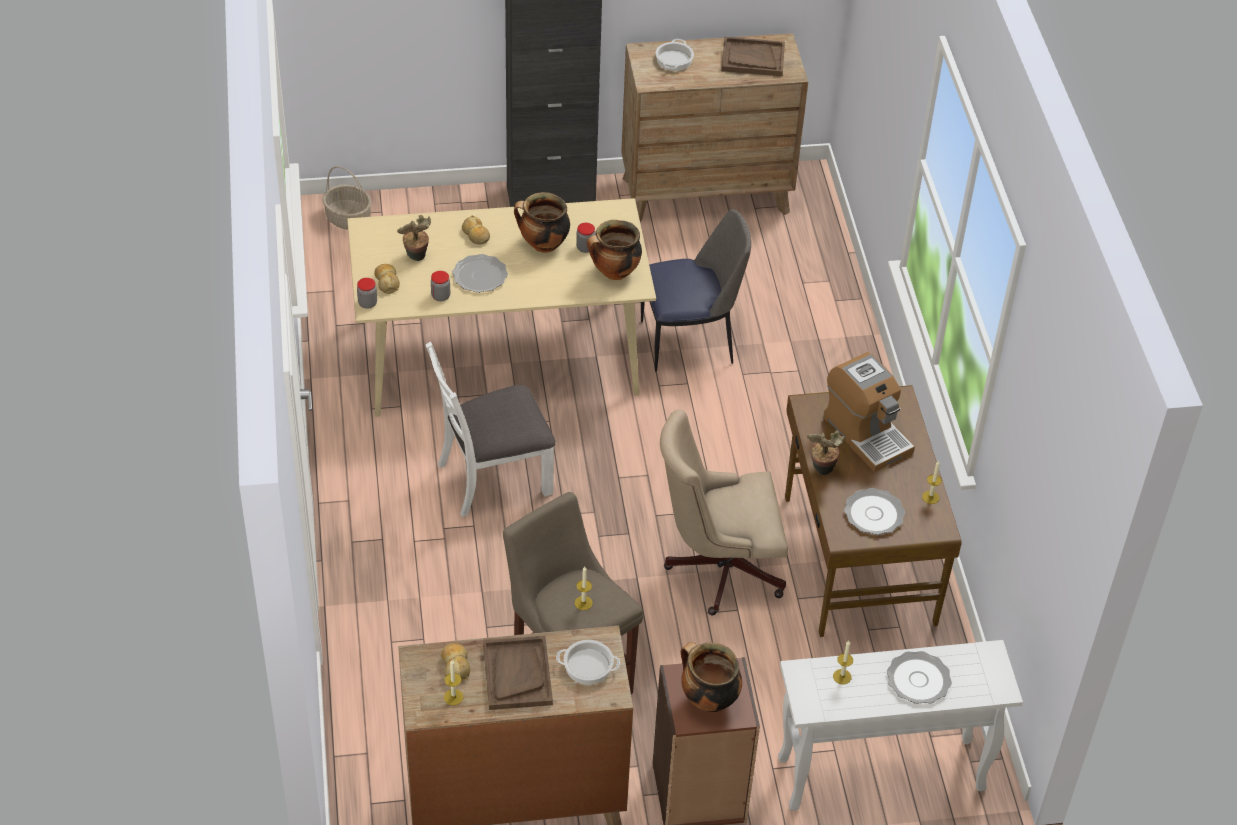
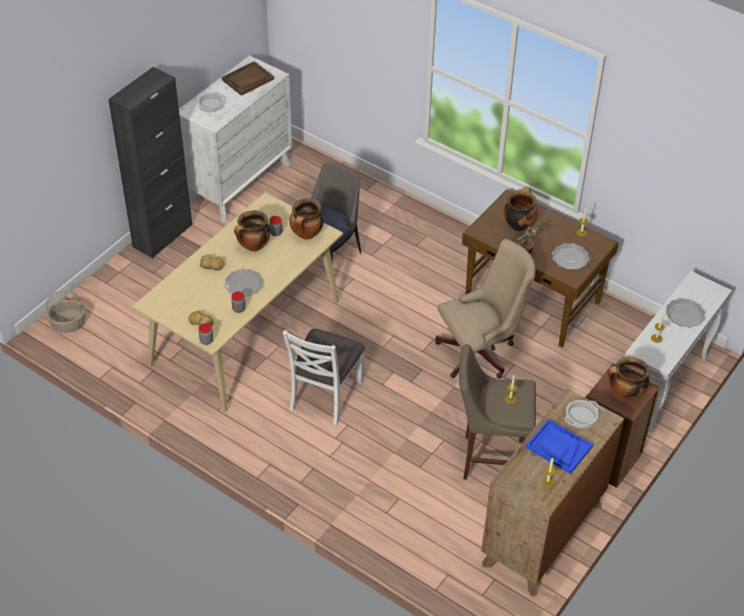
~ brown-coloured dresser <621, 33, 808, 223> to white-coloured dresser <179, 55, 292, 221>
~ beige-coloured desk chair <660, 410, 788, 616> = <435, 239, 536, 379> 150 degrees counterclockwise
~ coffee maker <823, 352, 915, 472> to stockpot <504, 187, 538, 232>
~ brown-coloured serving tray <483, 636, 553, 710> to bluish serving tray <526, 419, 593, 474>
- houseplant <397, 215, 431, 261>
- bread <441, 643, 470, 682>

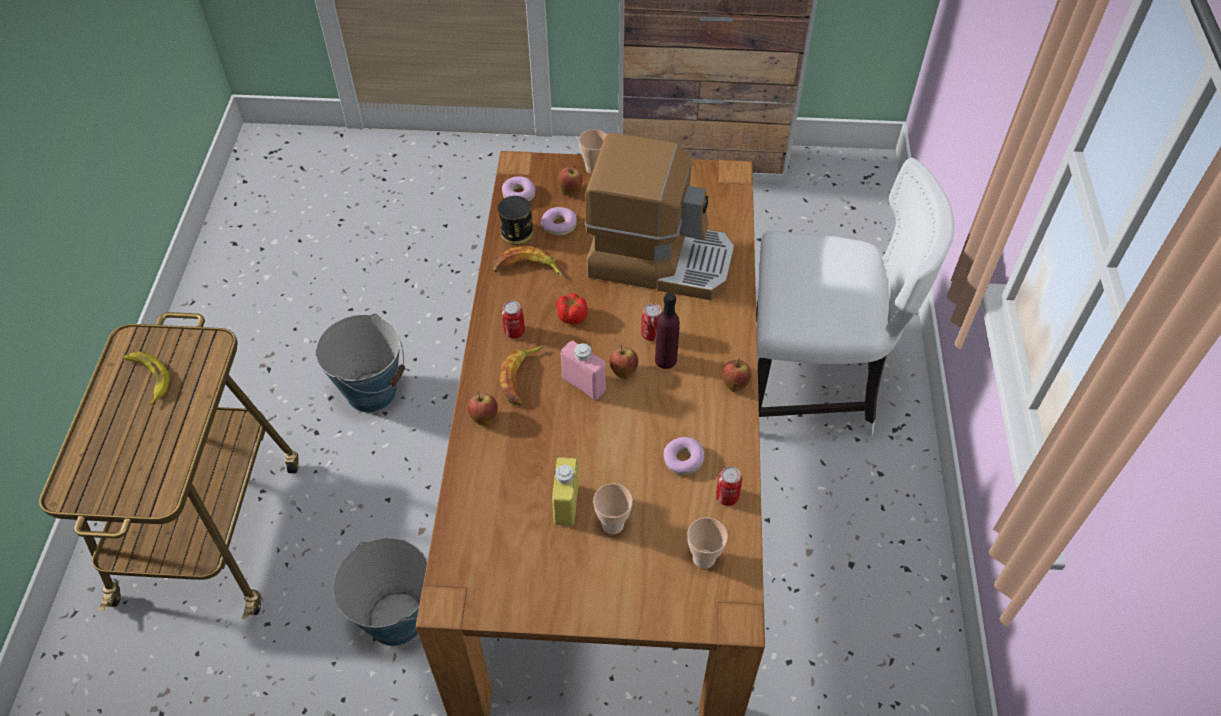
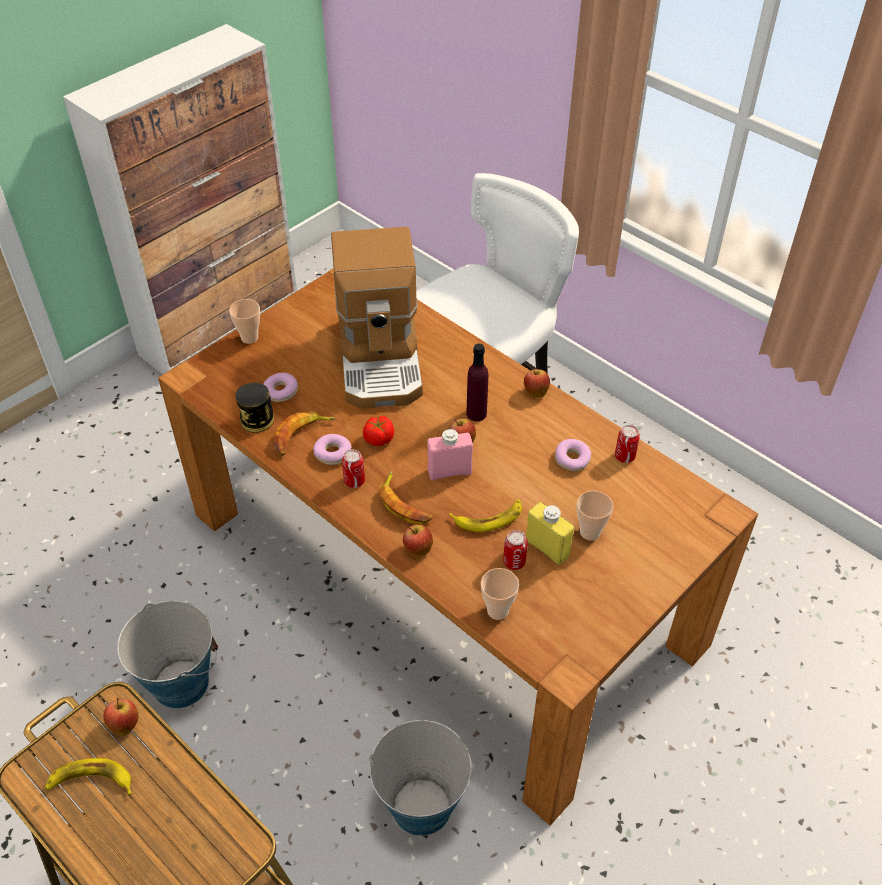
~ apple <557, 166, 583, 195> to <104, 698, 139, 736>
~ doughnut <502, 176, 535, 202> to <313, 434, 351, 465>
~ coffee maker <585, 133, 735, 300> = <331, 227, 423, 409> 120 degrees clockwise
+ banana fruit <449, 499, 522, 532>
~ small cup <687, 518, 728, 569> to <481, 568, 519, 620>
~ metal can <641, 303, 663, 341> to <503, 530, 528, 570>

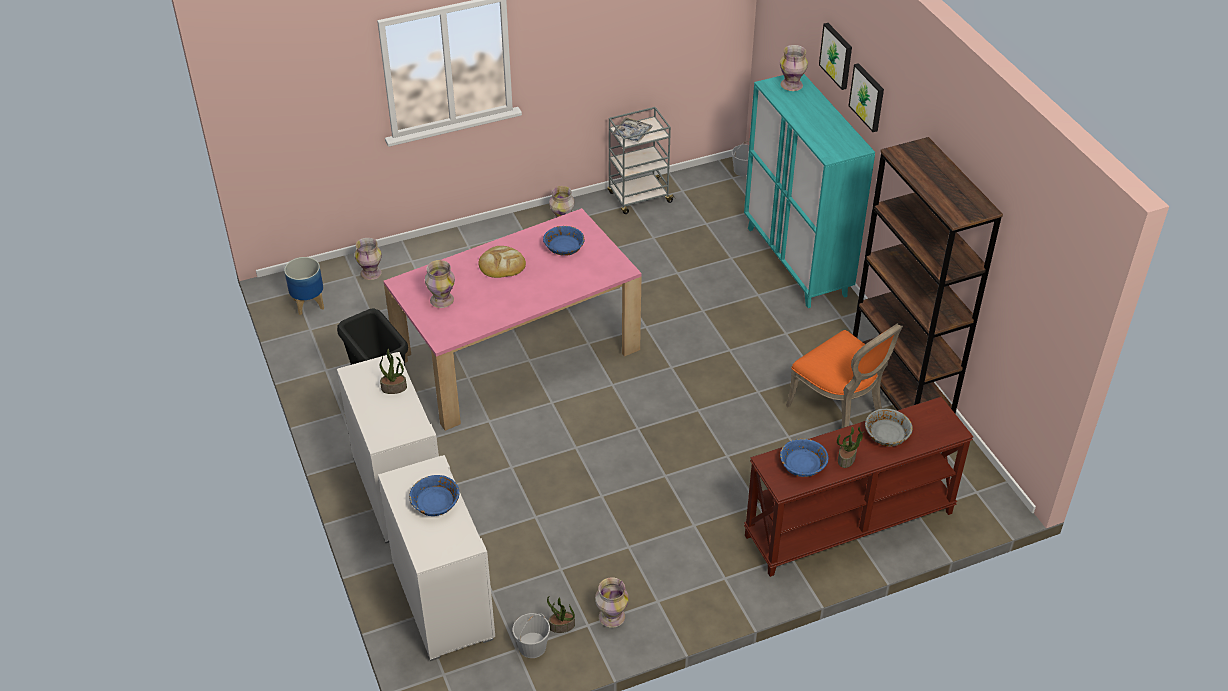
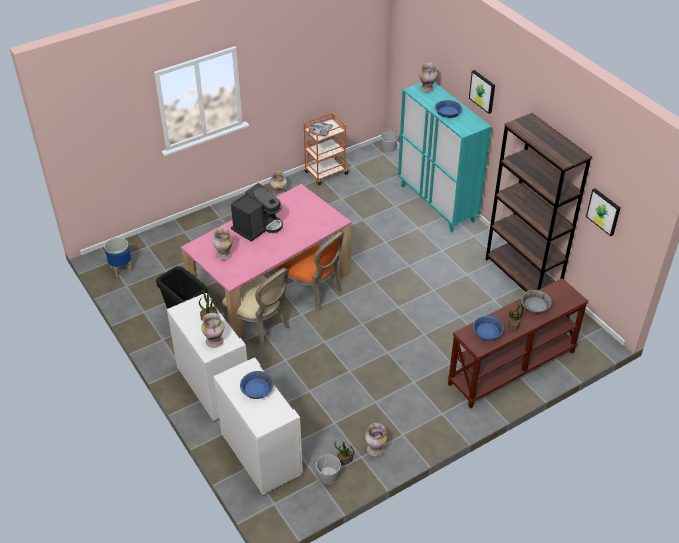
~ decorative vase <355, 238, 382, 280> to <201, 313, 224, 348>
+ beige-coloured chair <222, 268, 290, 349>
~ bread <478, 246, 526, 278> to coffee maker <231, 183, 283, 242>
~ orange chair <786, 323, 903, 428> to <278, 231, 344, 312>
~ grey wheeled cart <607, 107, 676, 214> to orange wheeled cart <304, 113, 349, 185>
~ bluish deep dish <543, 226, 585, 256> to <435, 100, 462, 118>
~ wall picture <819, 23, 852, 90> to <586, 189, 621, 236>

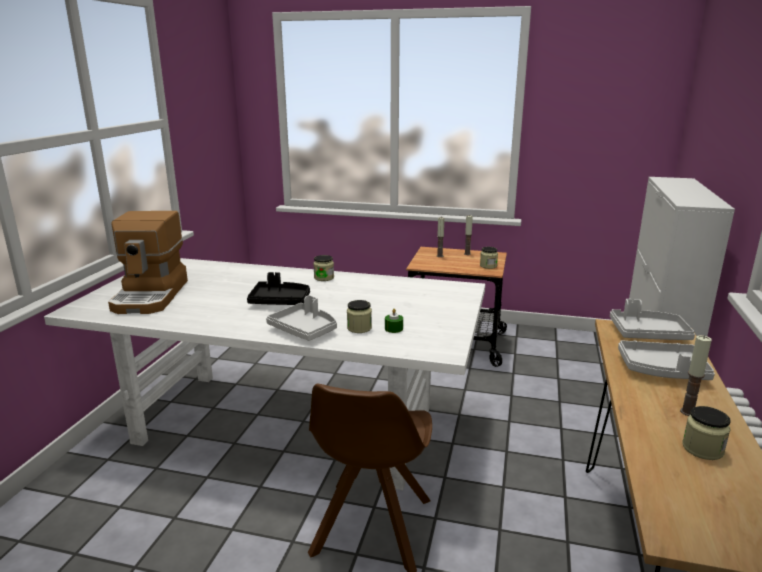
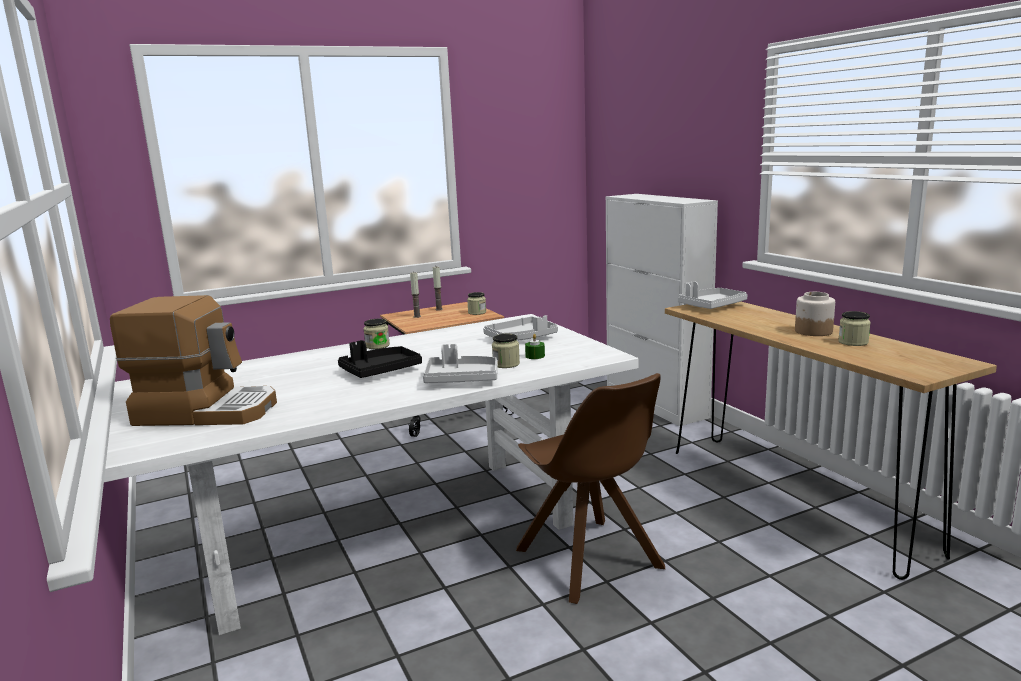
~ coffee maker <108, 211, 188, 314> = <110, 295, 277, 426> 45 degrees counterclockwise
~ grey serving tray <618, 340, 715, 380> to <483, 315, 558, 341>
~ wax candle <680, 335, 712, 416> to storage jar <795, 292, 835, 336>

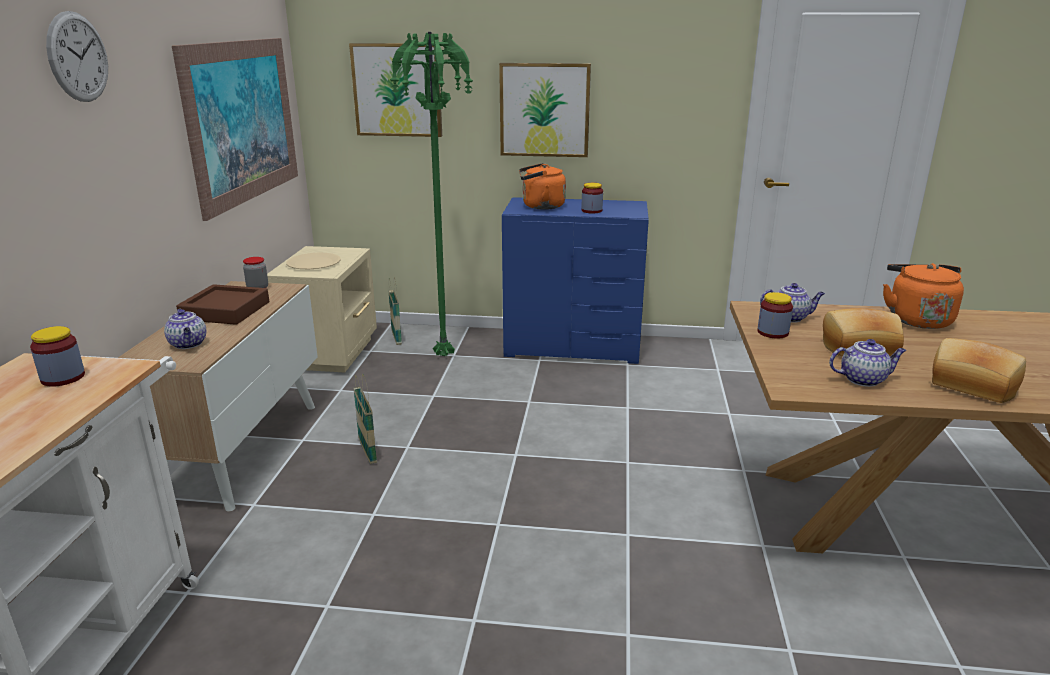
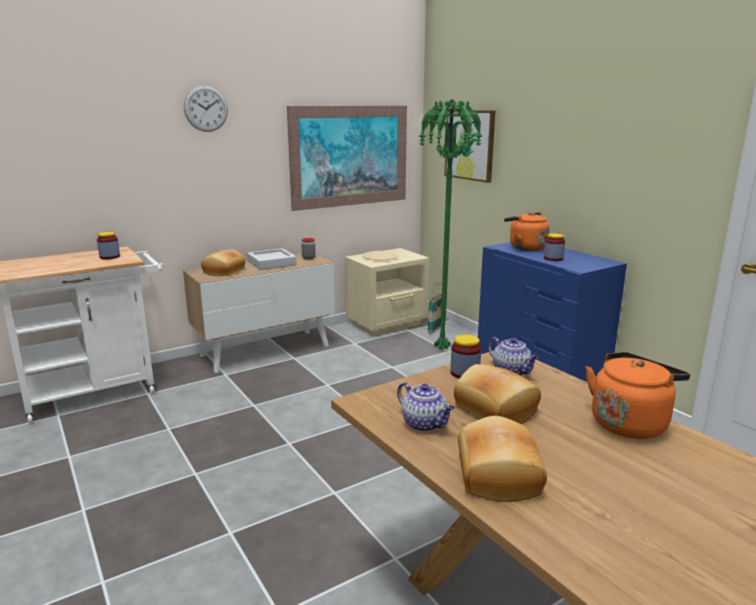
~ pot for tea <164, 309, 206, 349> to bread <201, 249, 245, 276>
~ brown-coloured serving tray <176, 284, 269, 325> to grey serving tray <247, 248, 296, 270>
- household basket <353, 374, 377, 464>
- wall picture <499, 63, 591, 157>

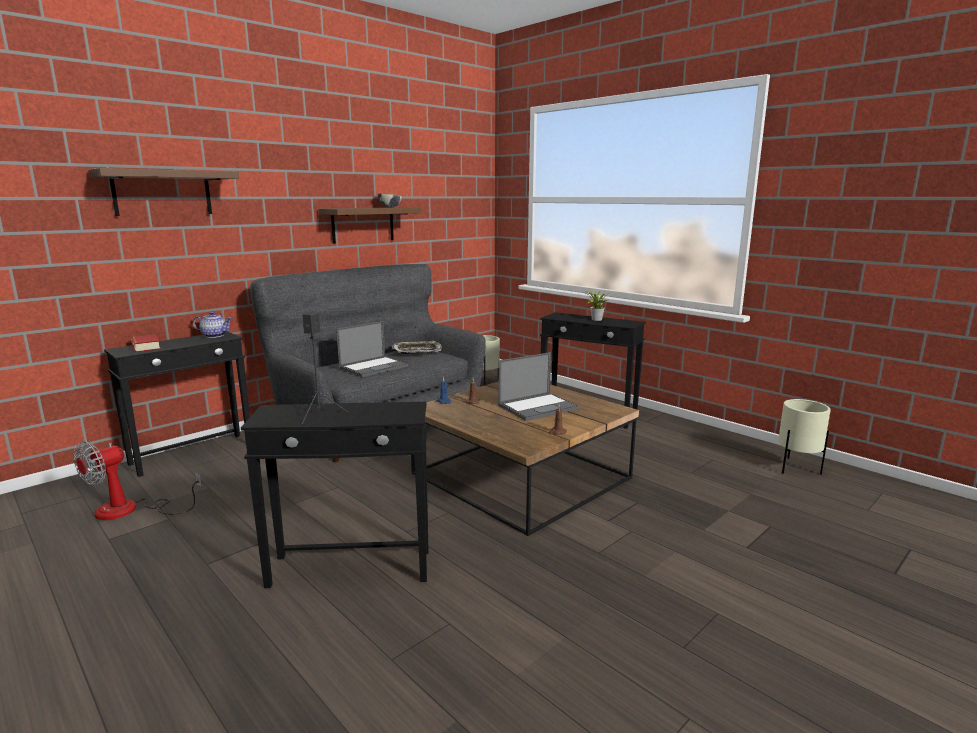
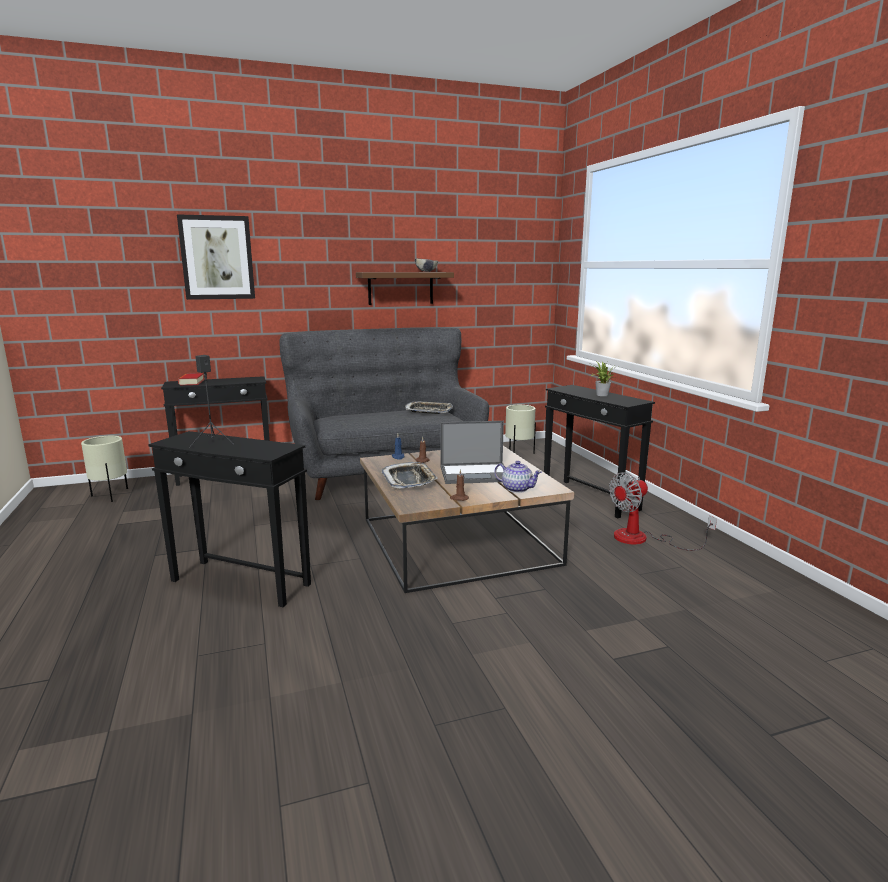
~ beige-coloured plant pot <778, 399, 831, 475> to <81, 436, 128, 502>
~ brown-coloured shelf <88, 168, 239, 216> to wall picture <177, 214, 255, 300>
+ serving tray <382, 462, 438, 488>
~ pot for tea <193, 312, 232, 338> to <494, 461, 542, 493>
~ electric fan <74, 441, 202, 520> to <609, 472, 717, 551>
- laptop <336, 321, 409, 377>

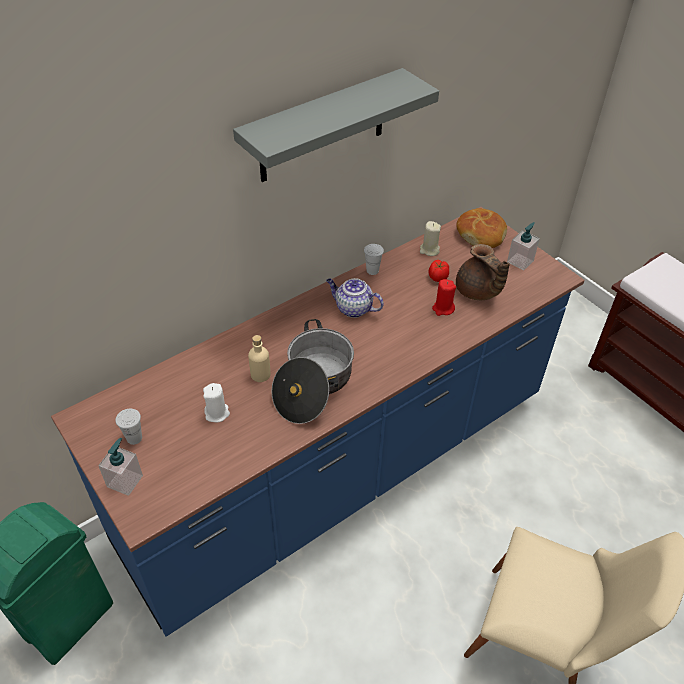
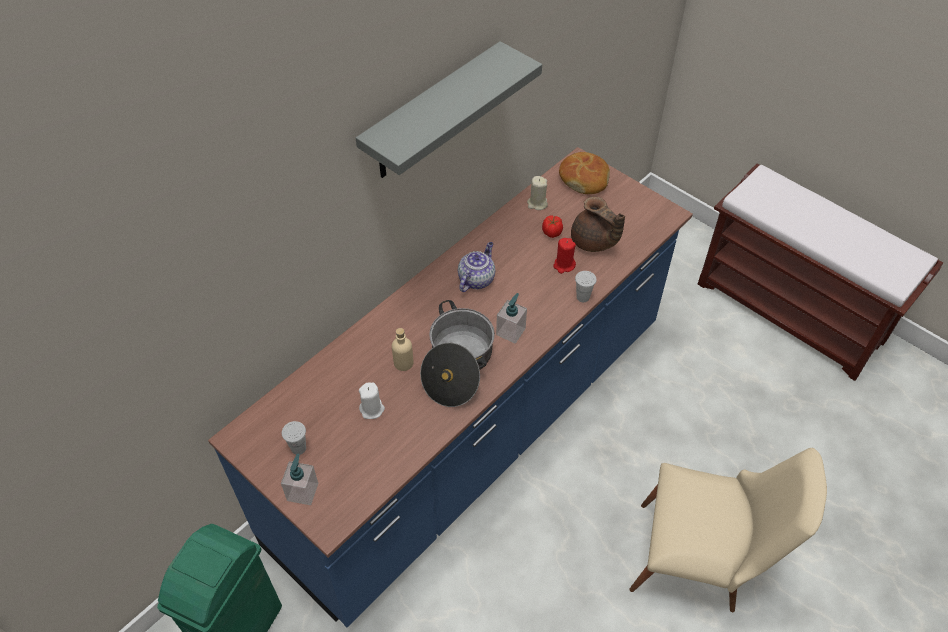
~ pot for tea <326, 278, 384, 318> = <458, 242, 495, 292> 105 degrees clockwise
~ soap bottle <507, 222, 540, 271> to <496, 293, 527, 344>
~ white-coloured small cup <364, 244, 384, 275> to <575, 271, 596, 302>

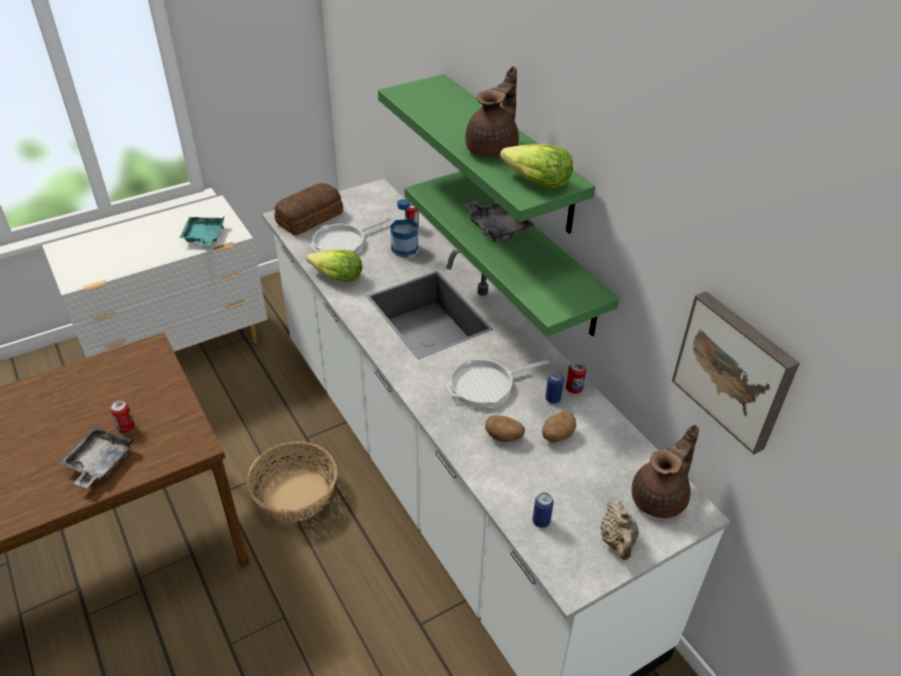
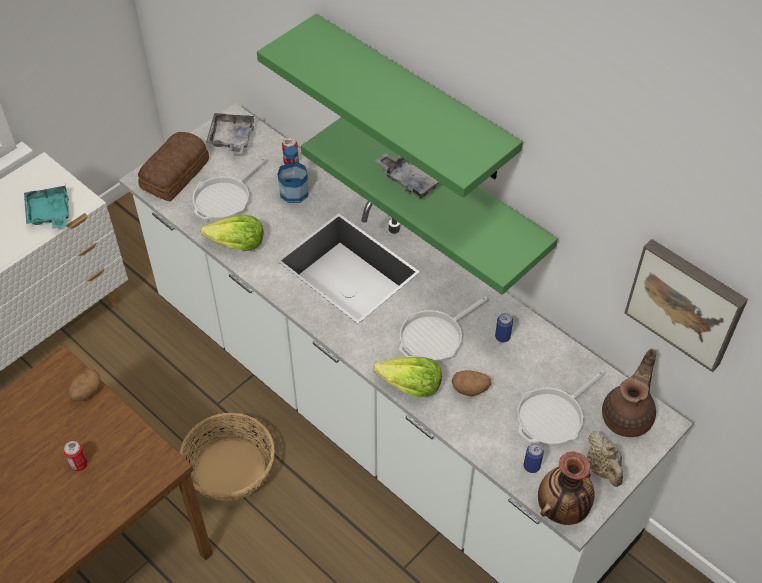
~ spud <542, 412, 576, 442> to <68, 369, 101, 401>
~ grey serving tray <59, 427, 134, 488> to <206, 113, 254, 154>
~ lettuce head <500, 144, 573, 189> to <373, 356, 442, 397>
+ pan <517, 371, 605, 447>
+ decorative vase <538, 451, 595, 525>
- brown-coloured pot for tea <465, 66, 519, 158>
- metal can <566, 361, 586, 394>

